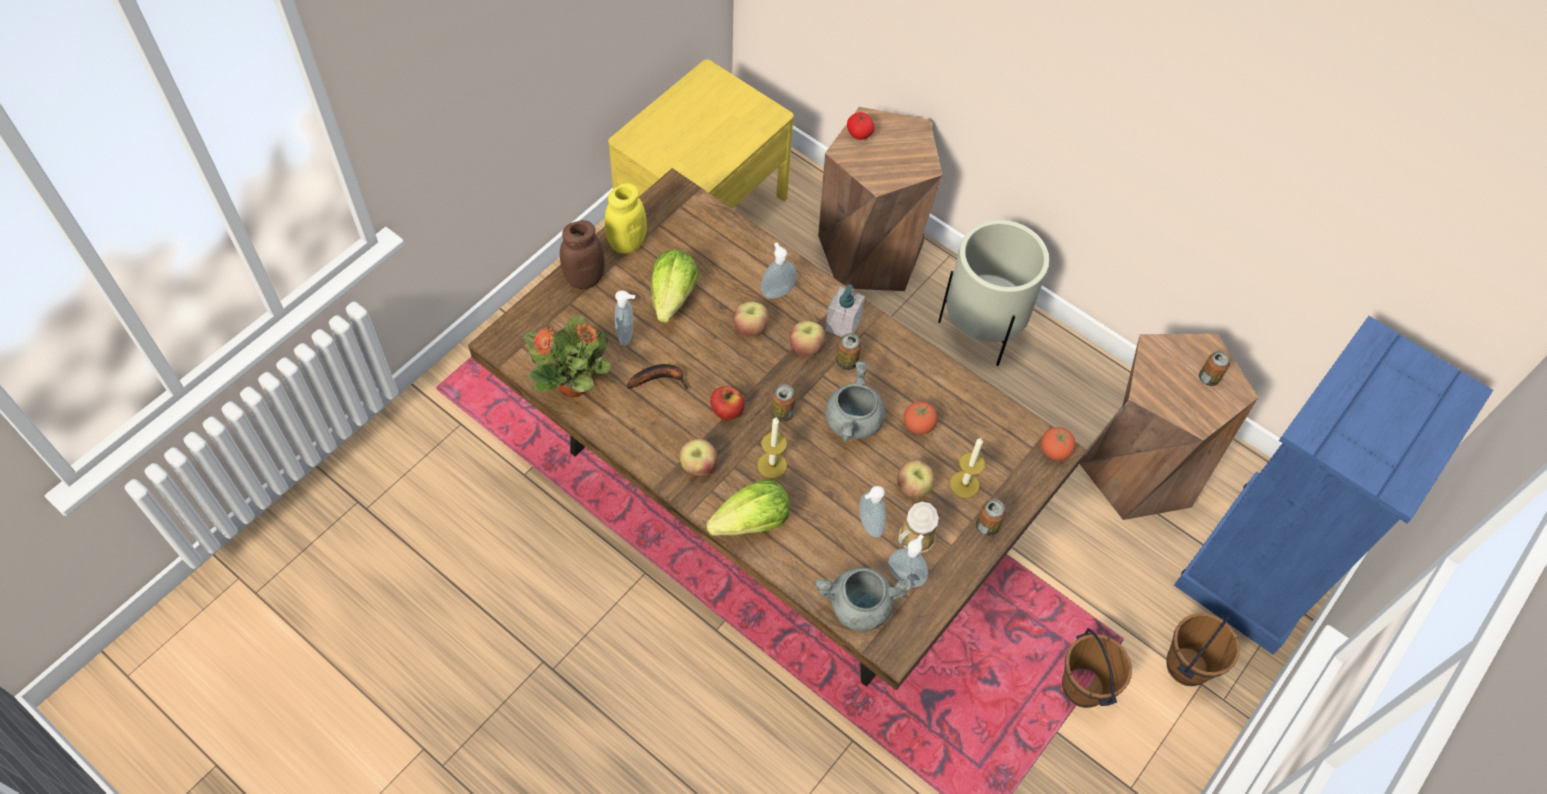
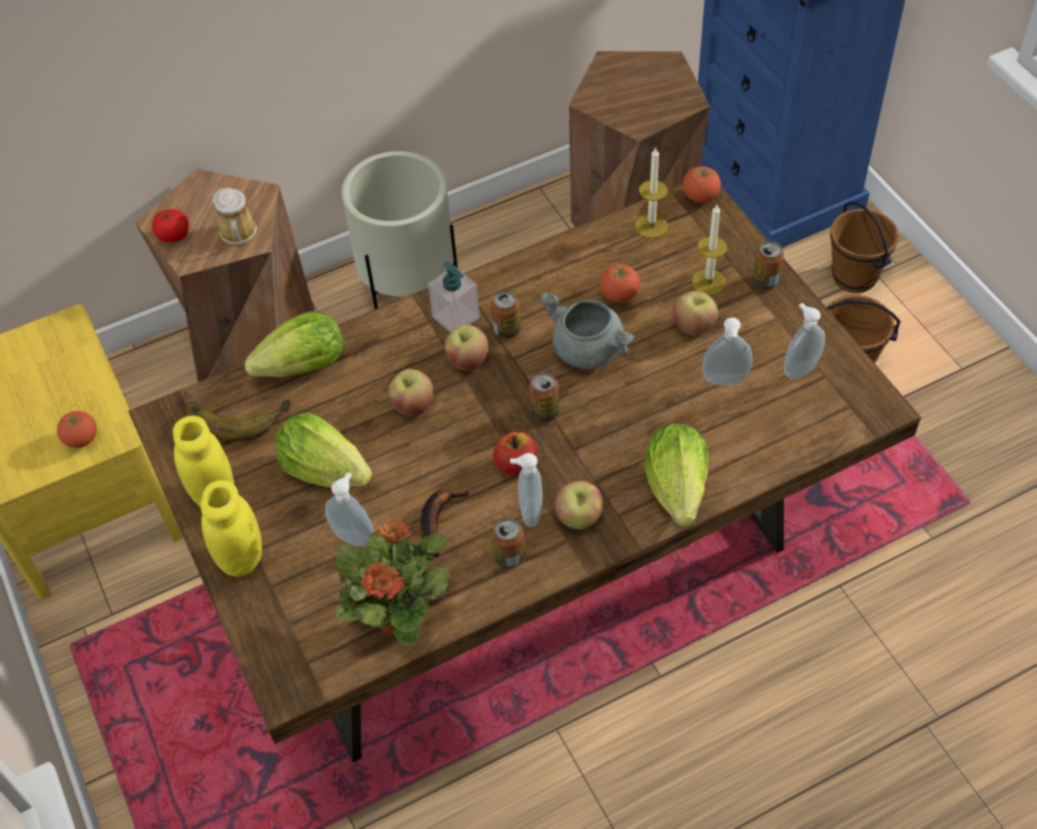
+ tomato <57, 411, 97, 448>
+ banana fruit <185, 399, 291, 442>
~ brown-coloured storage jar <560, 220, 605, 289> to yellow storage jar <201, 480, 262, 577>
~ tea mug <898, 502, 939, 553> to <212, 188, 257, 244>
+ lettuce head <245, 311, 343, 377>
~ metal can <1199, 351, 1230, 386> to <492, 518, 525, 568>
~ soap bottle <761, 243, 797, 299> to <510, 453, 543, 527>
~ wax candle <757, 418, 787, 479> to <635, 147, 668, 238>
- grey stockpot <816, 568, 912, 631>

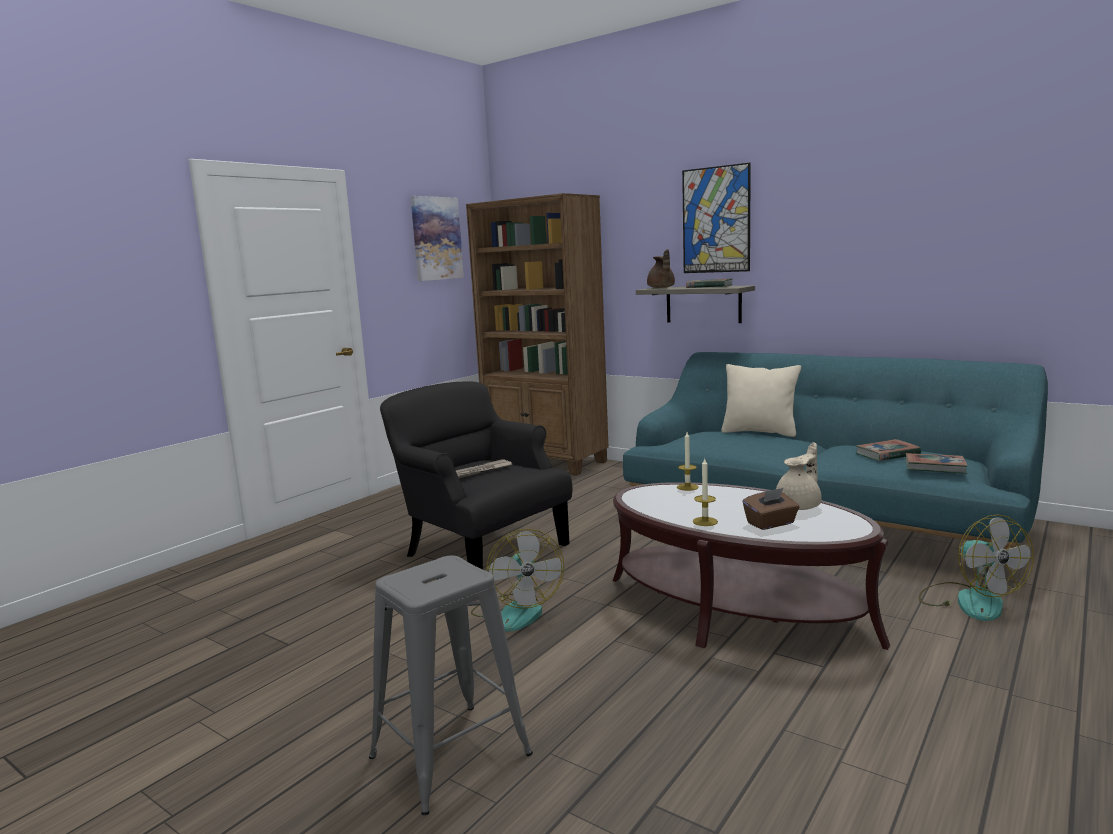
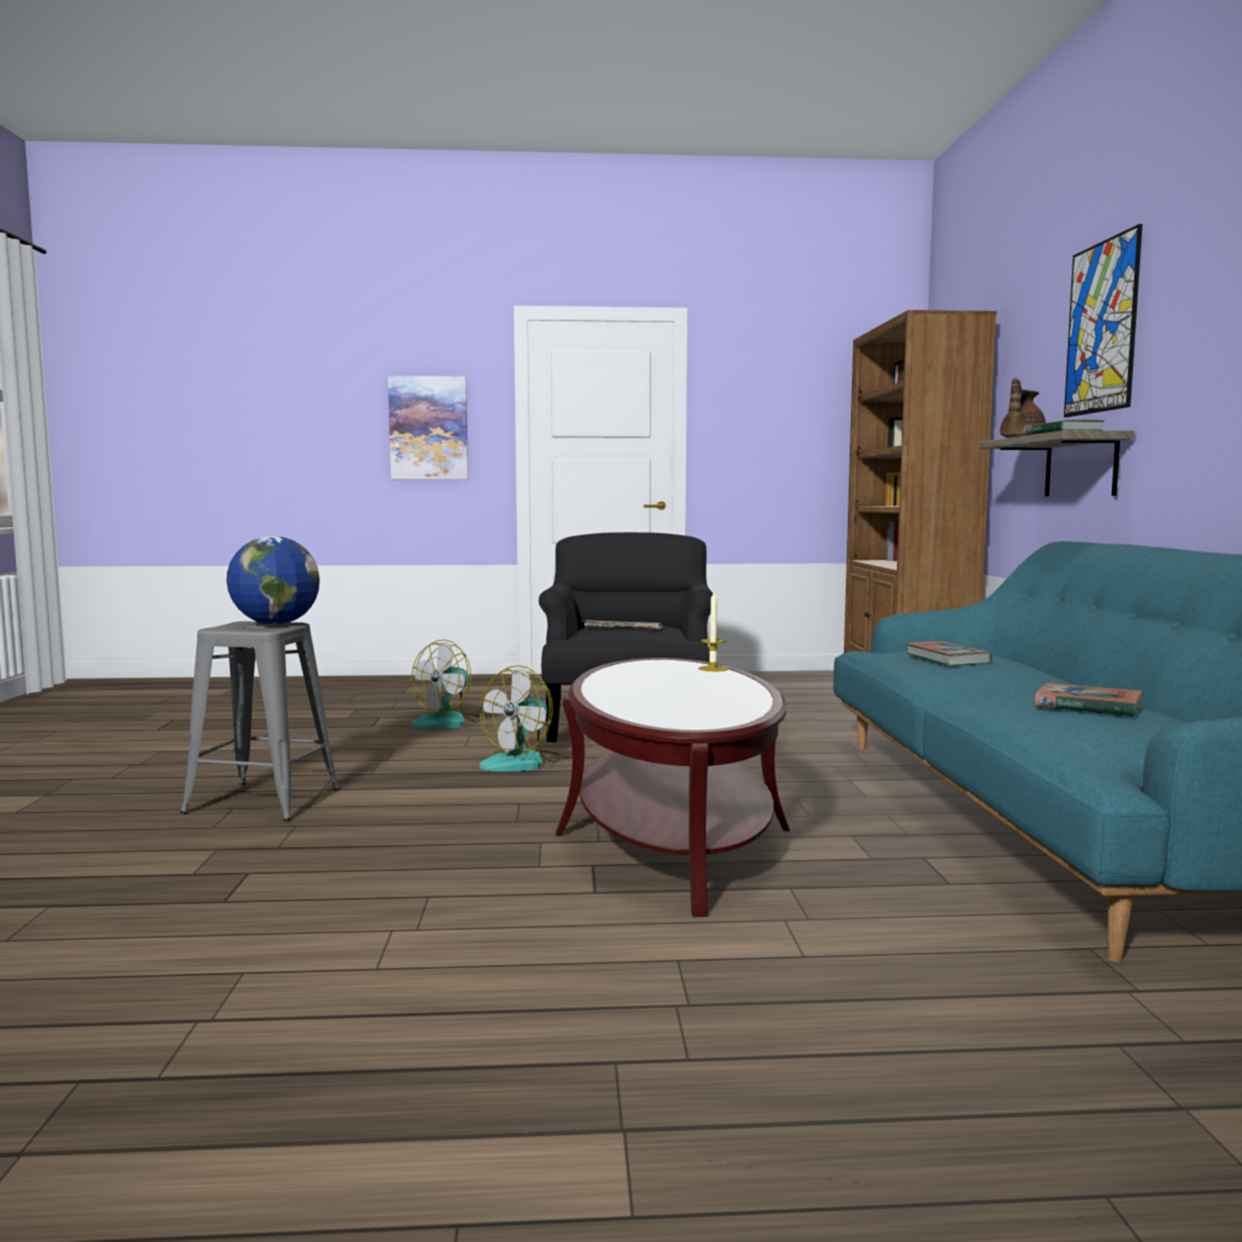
+ globe <227, 536, 320, 625>
~ wall picture <411, 196, 464, 281> to <388, 376, 468, 479>
~ electric fan <919, 515, 1034, 621> to <411, 639, 483, 729>
~ book <905, 453, 968, 474> to <906, 642, 992, 666>
- wax candle <693, 459, 718, 526>
- beige-coloured cushion <721, 364, 801, 437>
- brown-coloured tissue box <743, 488, 799, 530>
- beige-coloured pot for tea <776, 442, 822, 510>

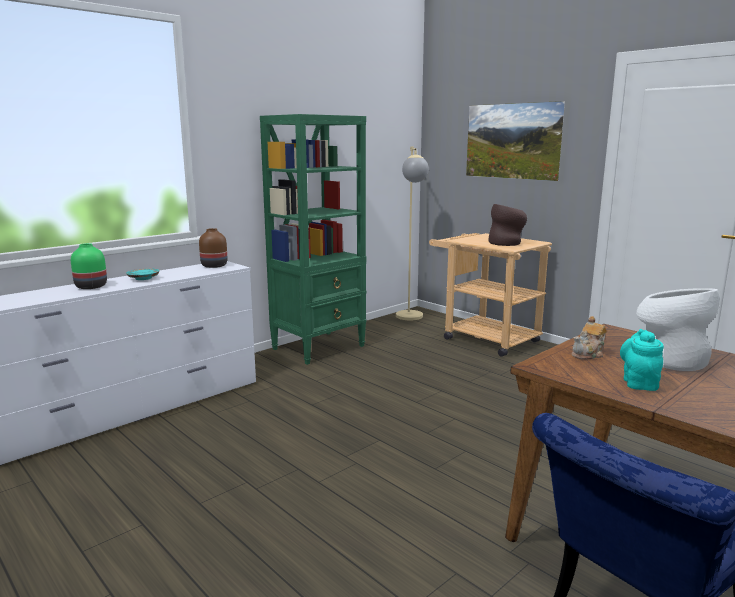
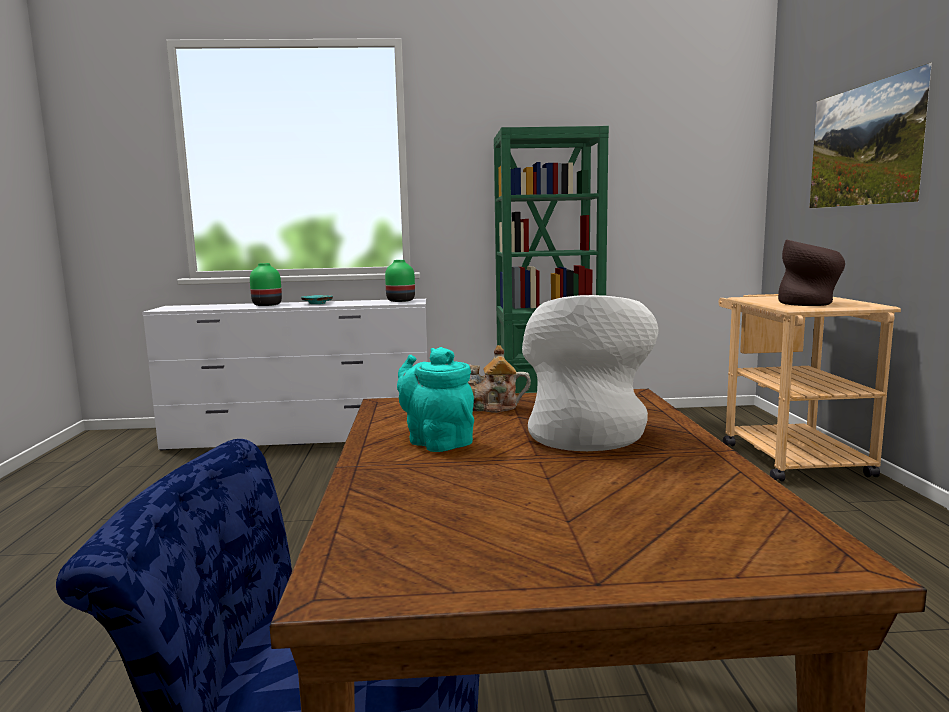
~ brown-coloured decorative vase <199, 228, 227, 268> to green-coloured decorative vase <385, 260, 415, 302>
~ turquoise-coloured pot for tea <620, 329, 664, 391> = <397, 347, 474, 452> 90 degrees counterclockwise
- beige-coloured standard lamp <396, 146, 429, 320>

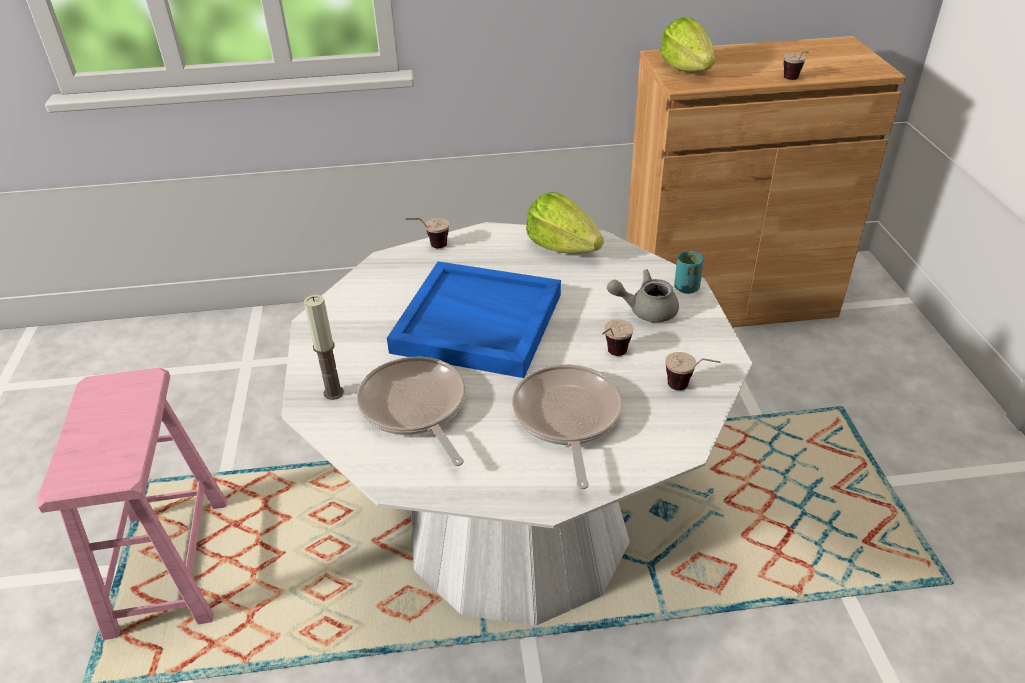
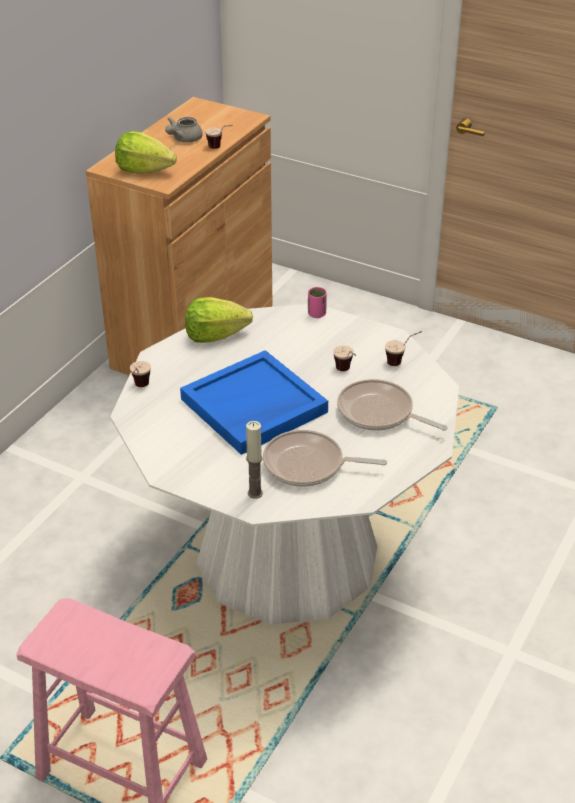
~ grey pot for tea <607, 269, 679, 322> to <165, 117, 203, 142>
~ turquoise-coloured small cup <675, 251, 704, 294> to pinkish small cup <308, 287, 327, 318>

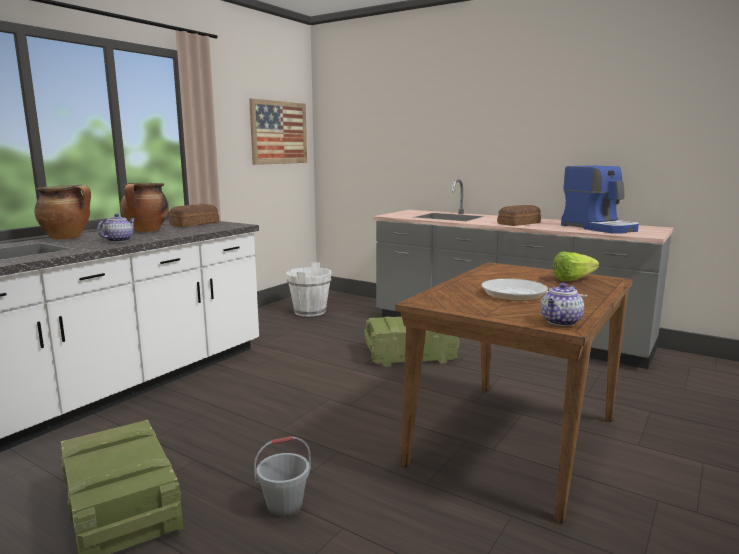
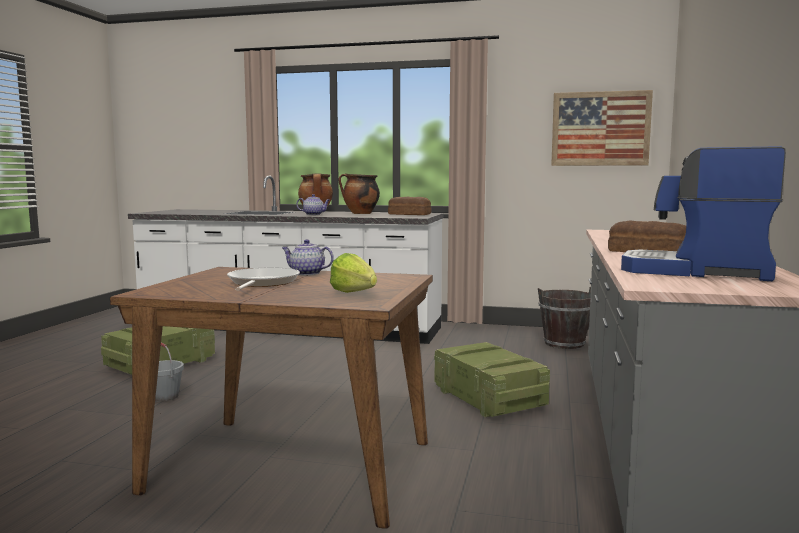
~ pot for tea <541, 283, 584, 326> to <282, 239, 334, 275>
~ white-coloured bucket <287, 262, 332, 317> to brown-coloured bucket <538, 287, 591, 349>
~ coffee maker <561, 165, 639, 234> = <621, 146, 786, 281> 75 degrees clockwise

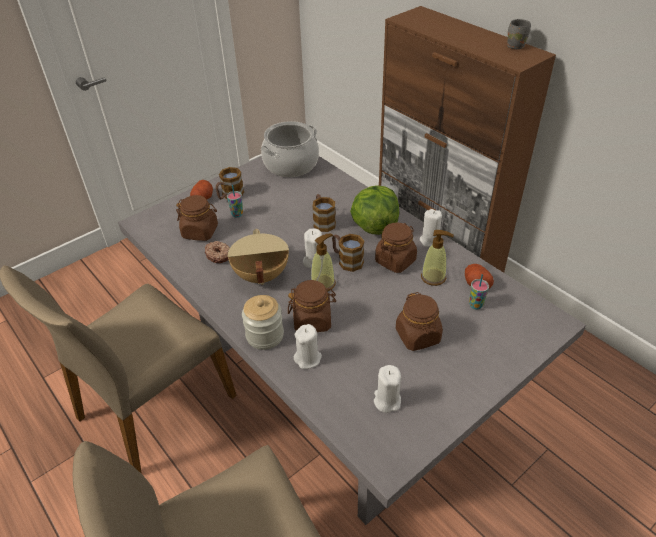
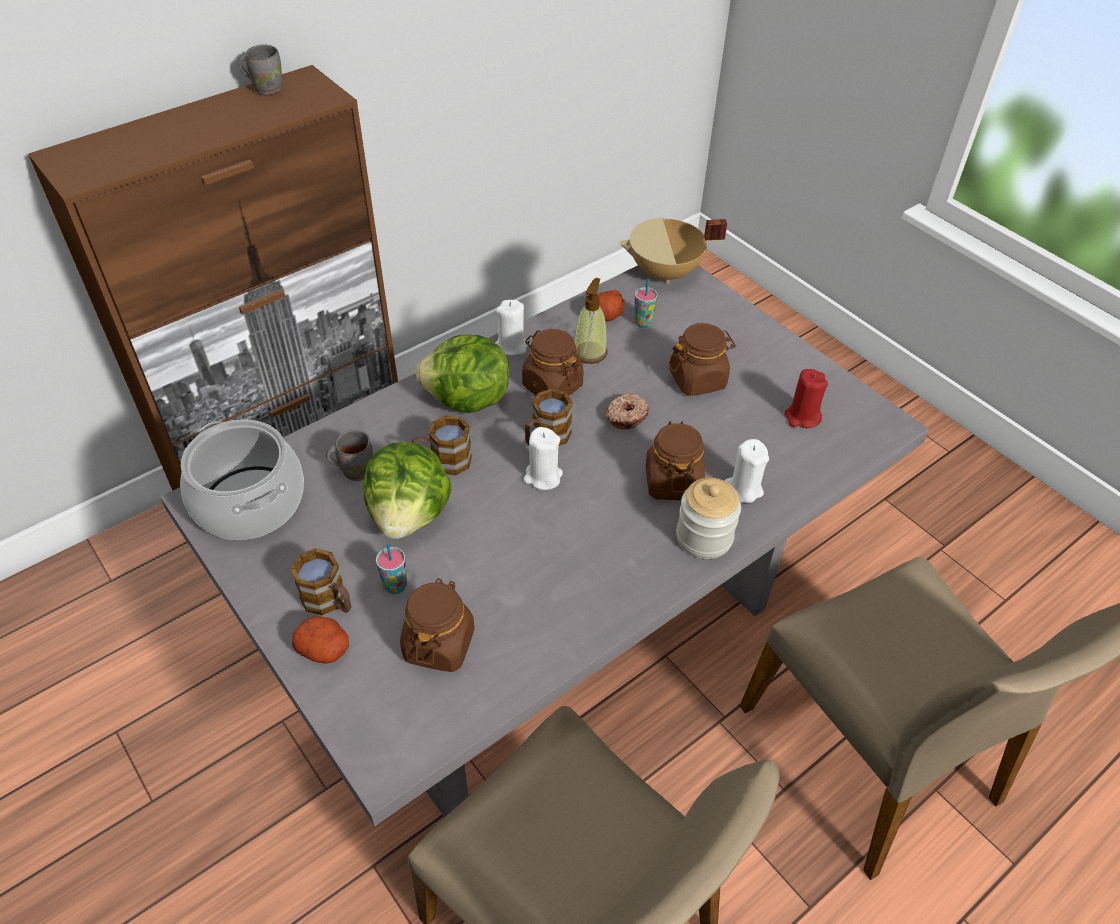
+ grey tea mug <326, 430, 373, 481>
+ lettuce head <363, 442, 452, 539>
~ doughnut <205, 241, 230, 263> to <606, 393, 649, 429>
~ beige-coloured stockpot <228, 229, 289, 285> to <619, 218, 727, 284>
~ white-coloured wax candle <374, 365, 401, 413> to red wax candle <784, 369, 828, 428>
- soap bottle <311, 234, 336, 292>

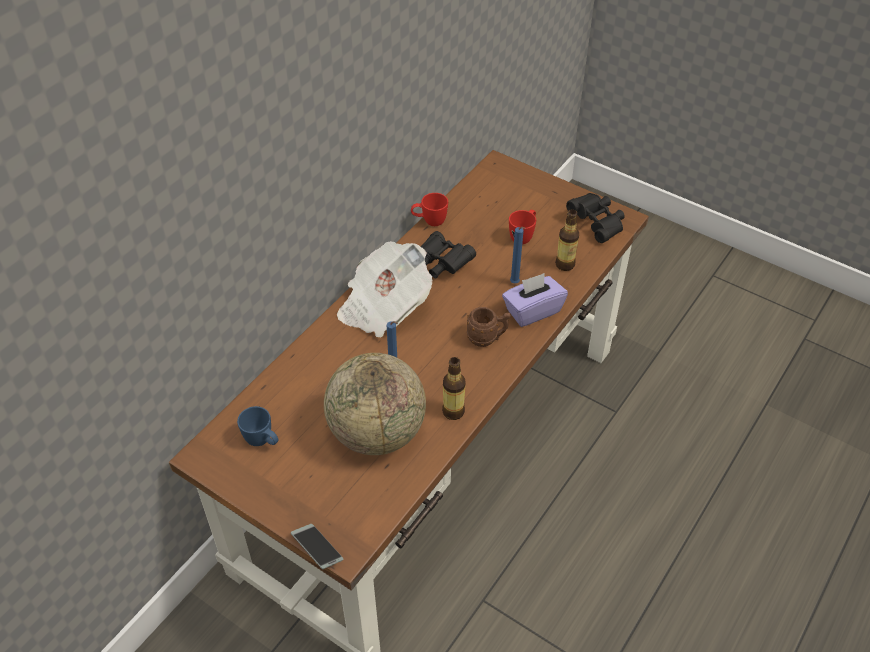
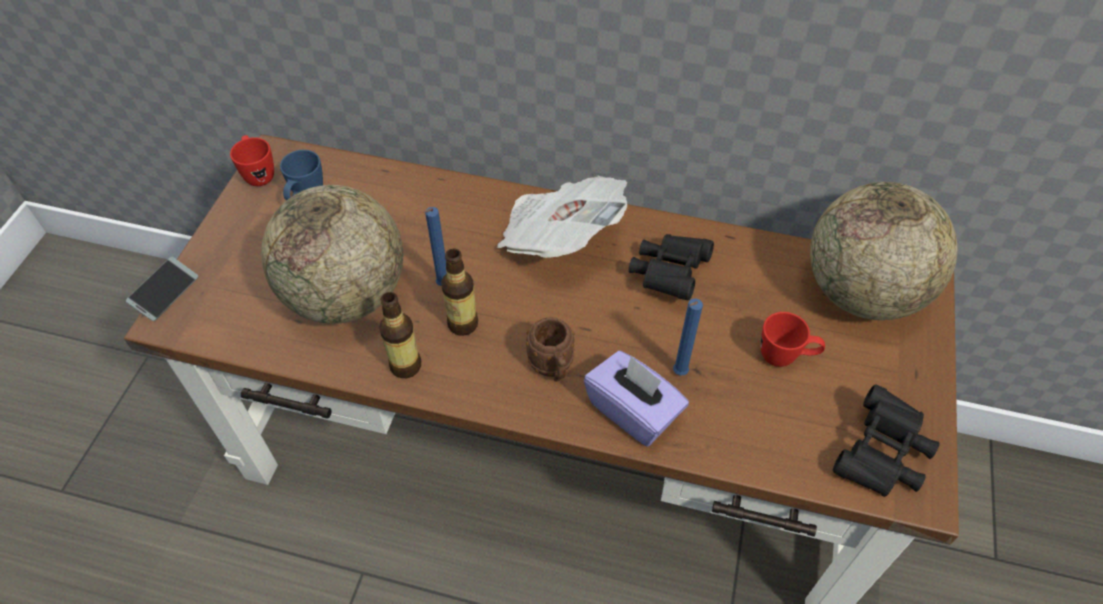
~ red tea mug <411, 193, 448, 226> to <230, 135, 274, 186>
~ bottle <555, 210, 579, 271> to <441, 249, 478, 336>
+ globe <810, 182, 957, 320>

